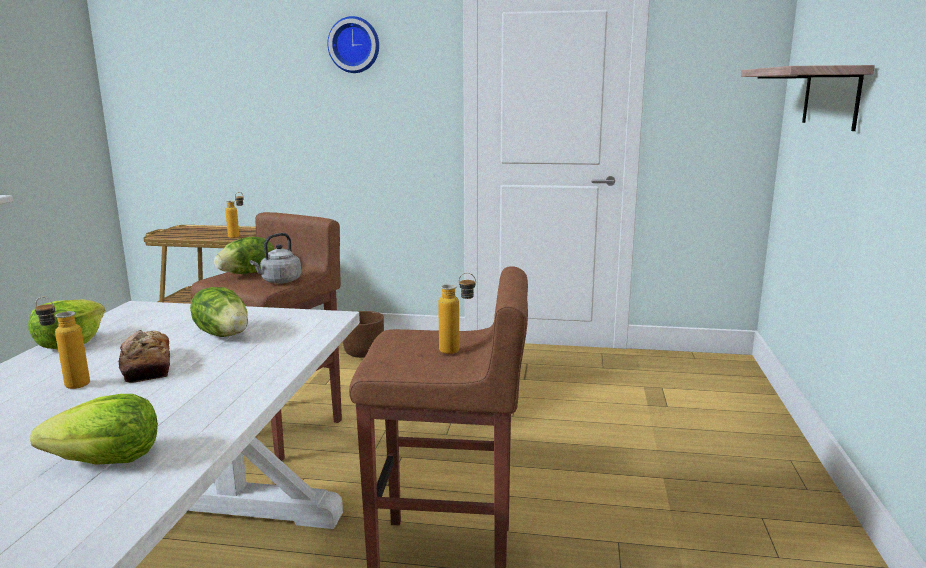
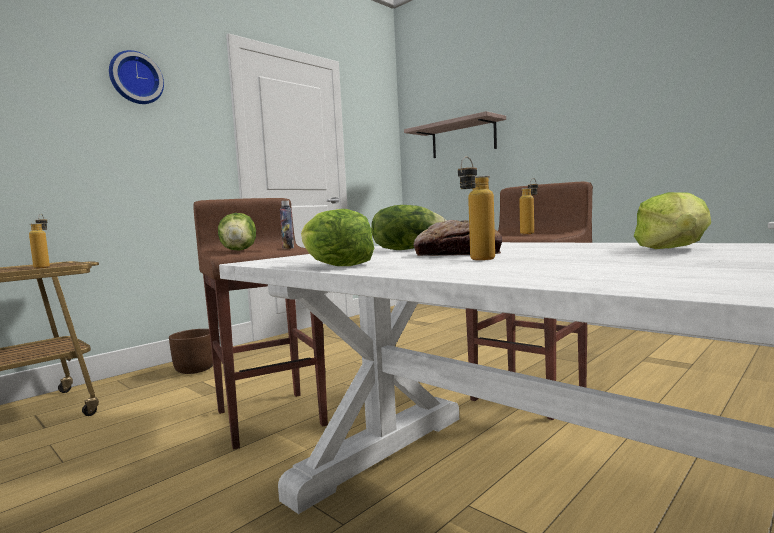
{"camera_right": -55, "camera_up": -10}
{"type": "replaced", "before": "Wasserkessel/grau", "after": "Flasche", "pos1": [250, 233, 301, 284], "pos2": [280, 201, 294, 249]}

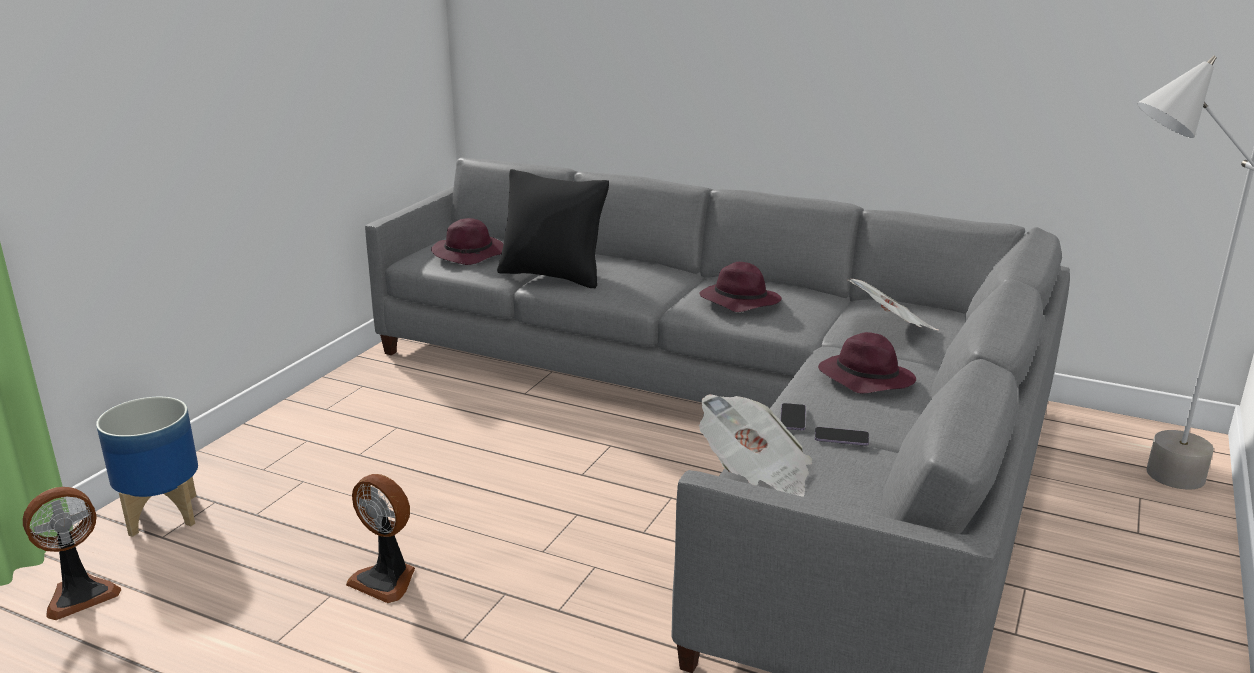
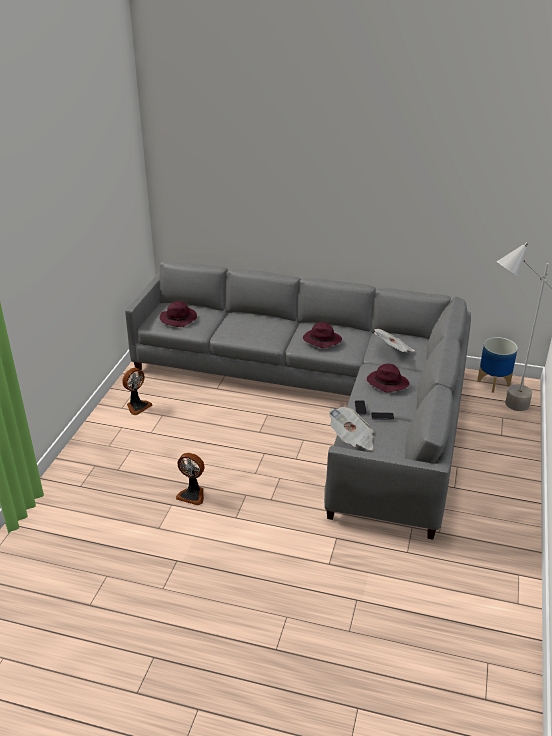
{"camera_right": -10, "camera_up": 10}
{"type": "moved", "before": "Ventilator", "pos1": [23, 487, 121, 620], "pos2": [122, 368, 152, 415]}
{"type": "moved", "before": "Pflanzkübel", "pos1": [96, 397, 198, 537], "pos2": [477, 337, 518, 393]}
{"type": "removed", "before": "Kissen/schwarz", "pos1": [497, 169, 609, 288]}

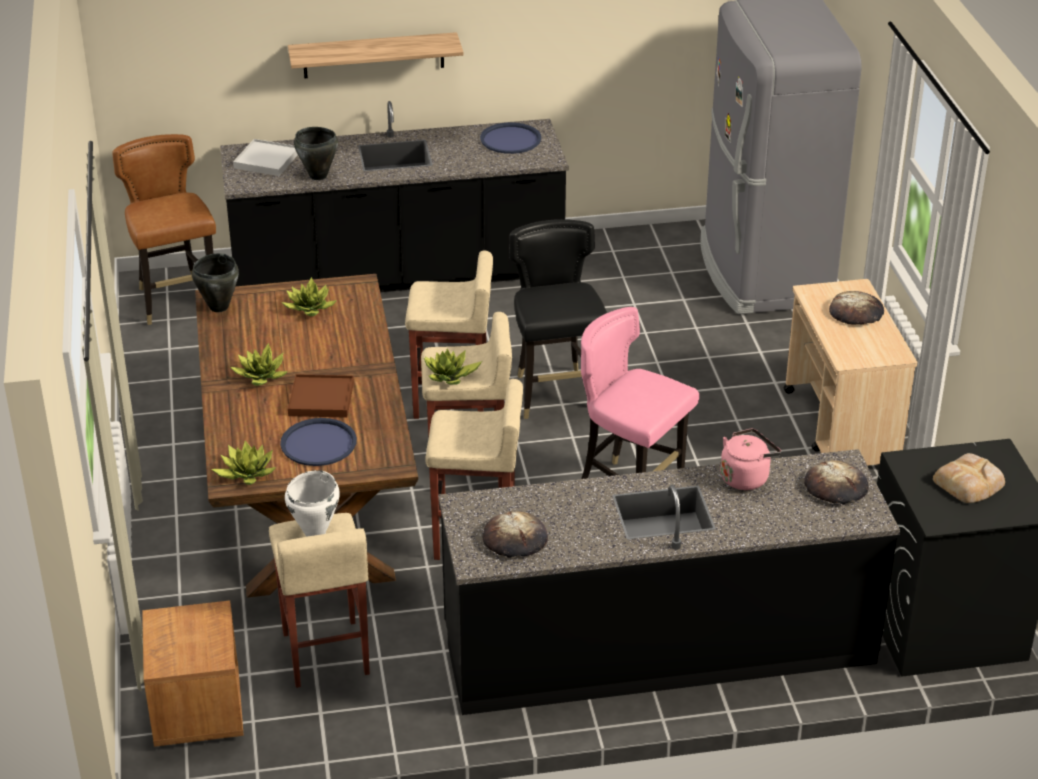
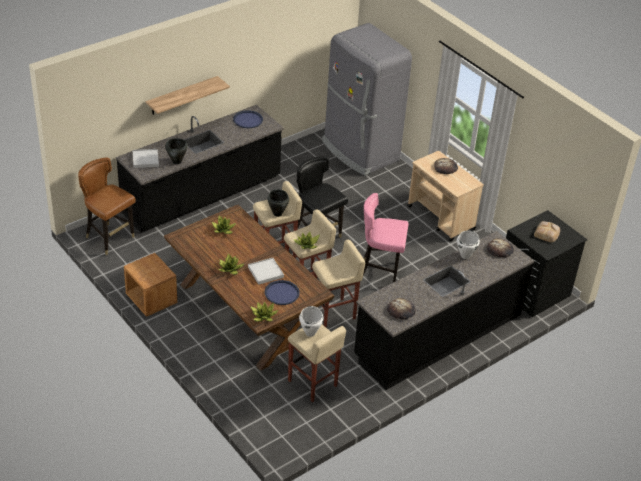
{"camera_right": -30, "camera_up": 5}
{"type": "moved", "before": "Nachttisch/braun", "pos1": [142, 600, 244, 747], "pos2": [124, 253, 177, 317]}
{"type": "recoloured", "before": "Tablett/braun", "after": "Tablett/weiß", "pos1": [288, 374, 354, 418], "pos2": [248, 258, 284, 285]}
{"type": "moved", "before": "Kochtopf/schwarz", "pos1": [192, 253, 239, 312], "pos2": [267, 189, 289, 217]}
{"type": "replaced", "before": "Wasserkessel/rosa", "after": "Kochtopf/weiß", "pos1": [720, 428, 781, 490], "pos2": [457, 230, 480, 259]}

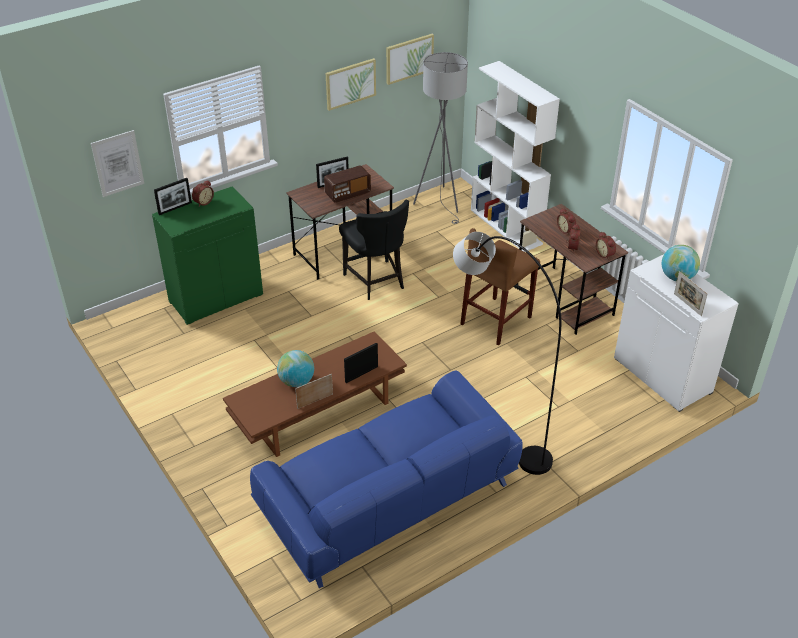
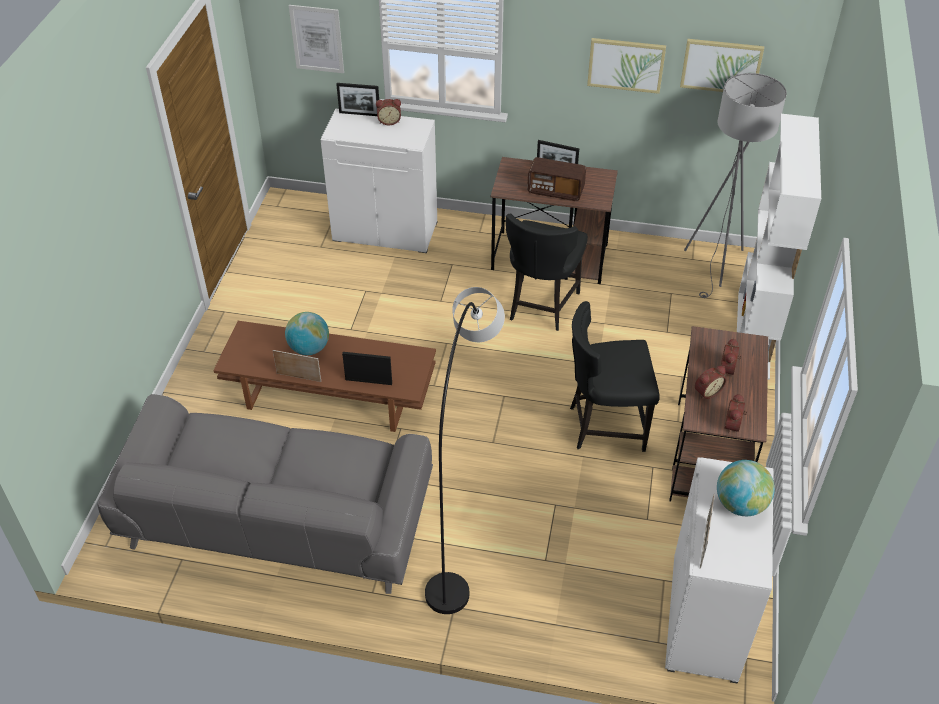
{"camera_right": 45, "camera_up": 5}
{"type": "recoloured", "before": "Sofa/blau", "after": "Sofa/grau", "pos1": [250, 370, 522, 588], "pos2": [97, 394, 433, 594]}
{"type": "recoloured", "before": "Schrank/grün", "after": "Schrank/weiß", "pos1": [152, 186, 263, 325], "pos2": [321, 109, 437, 253]}
{"type": "replaced", "before": "Hocker/braun", "after": "Stuhl/schwarz", "pos1": [461, 228, 540, 345], "pos2": [570, 301, 660, 452]}

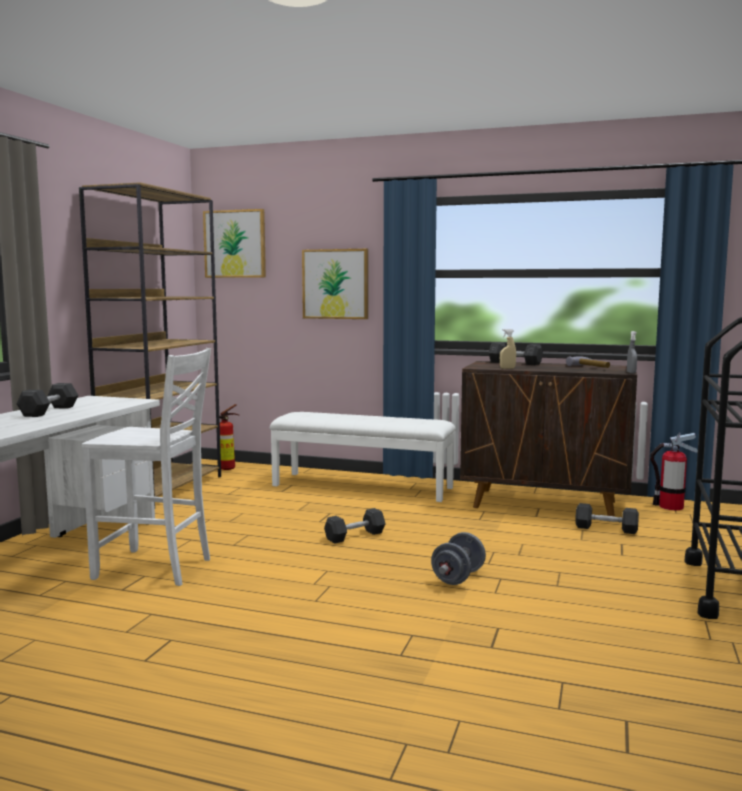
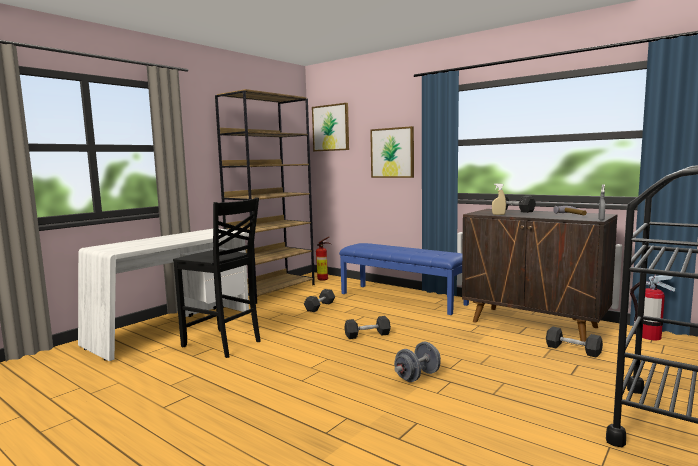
{"camera_right": 20, "camera_up": 0}
{"type": "recoloured", "before": "Stuhl/weiß", "after": "Stuhl/schwarz", "pos1": [82, 348, 211, 586], "pos2": [173, 197, 261, 358]}
{"type": "moved", "before": "Hantel/grau", "pos1": [16, 383, 78, 417], "pos2": [304, 289, 335, 312]}
{"type": "recoloured", "before": "Bank/weiß", "after": "Bank/blau", "pos1": [270, 412, 456, 502], "pos2": [339, 243, 469, 315]}

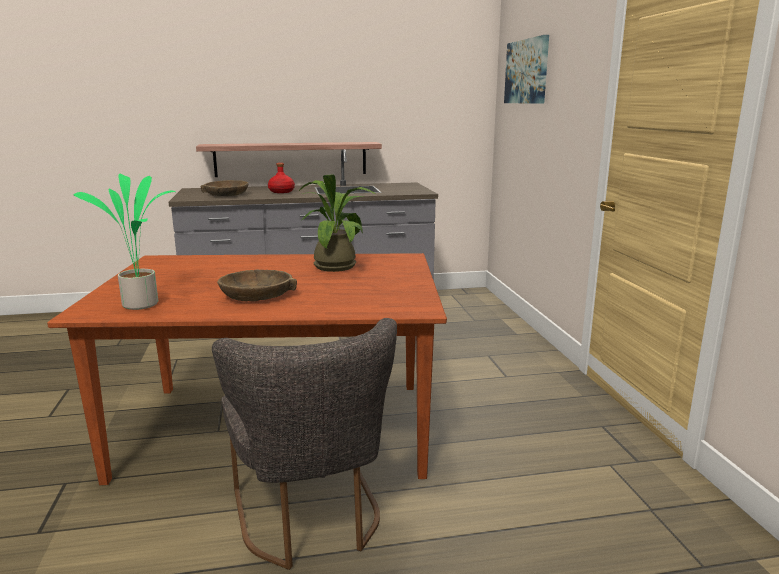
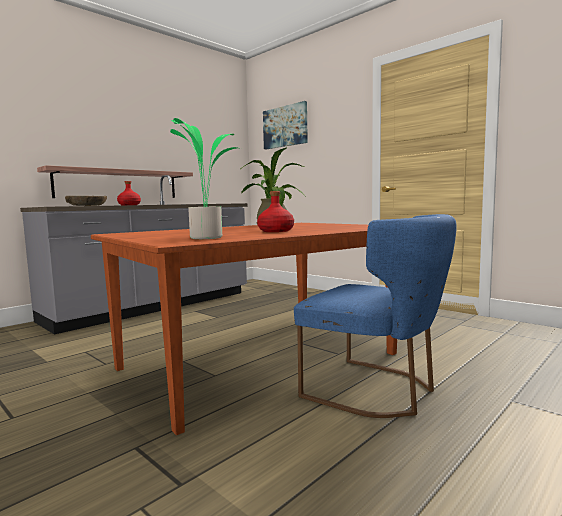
{"camera_right": -35, "camera_up": -10}
{"type": "replaced", "before": "Schüssel/braun", "after": "Flasche/rot", "pos1": [217, 270, 297, 301], "pos2": [257, 191, 294, 232]}
{"type": "recoloured", "before": "Stuhl/grau", "after": "Stuhl/blau", "pos1": [212, 318, 397, 570], "pos2": [294, 214, 457, 418]}

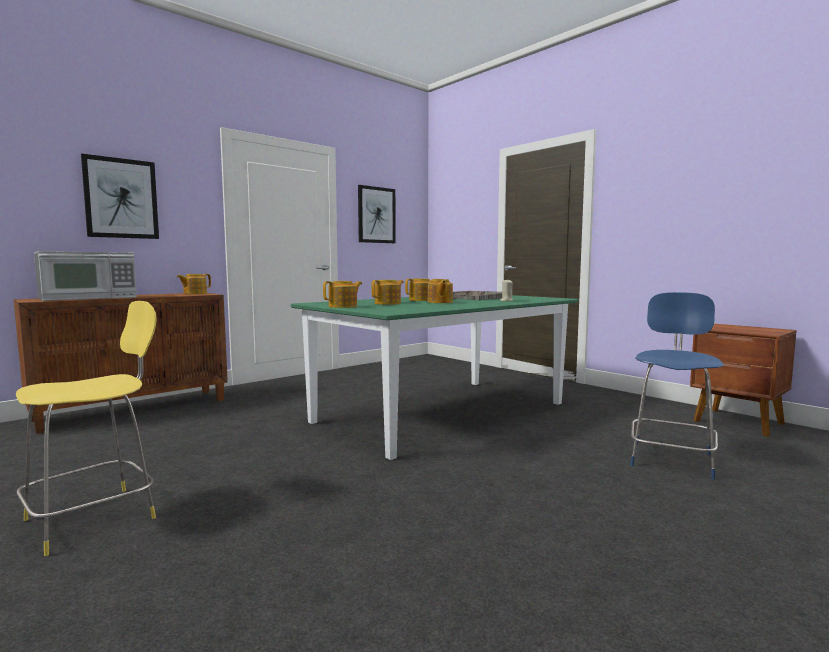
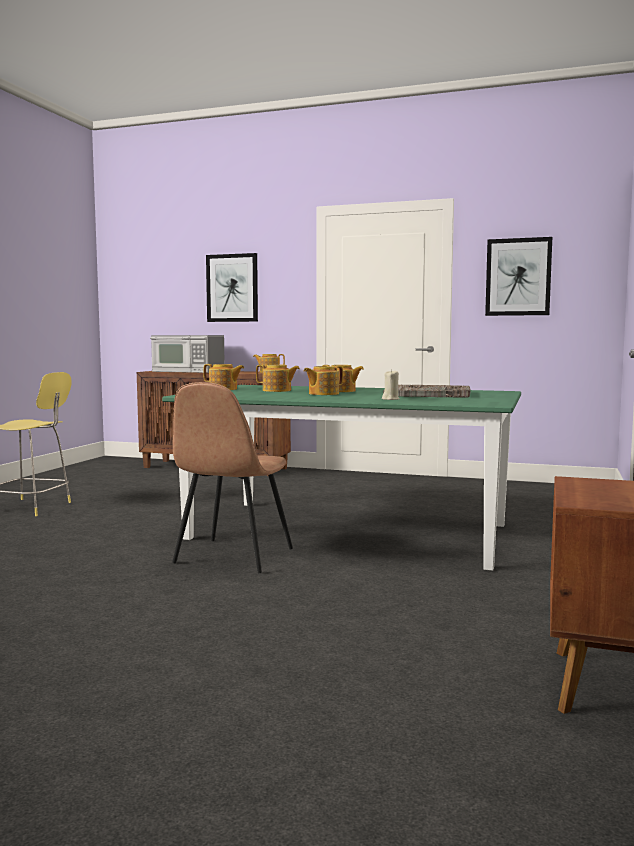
{"camera_right": 60, "camera_up": 0}
{"type": "added", "after": "Stuhl/braun", "pos2": [172, 382, 293, 573]}
{"type": "removed", "before": "Hocker/blau", "pos1": [630, 292, 724, 480]}

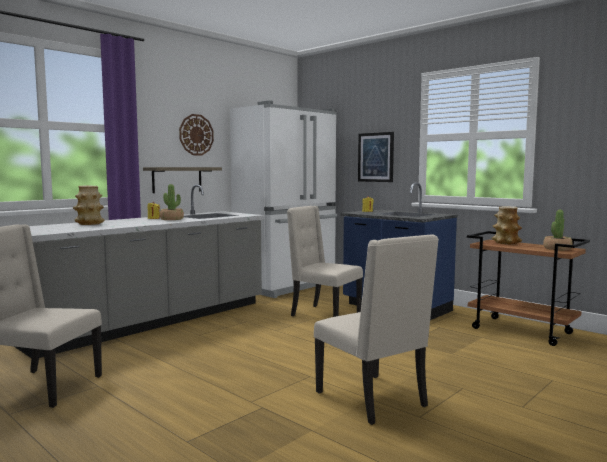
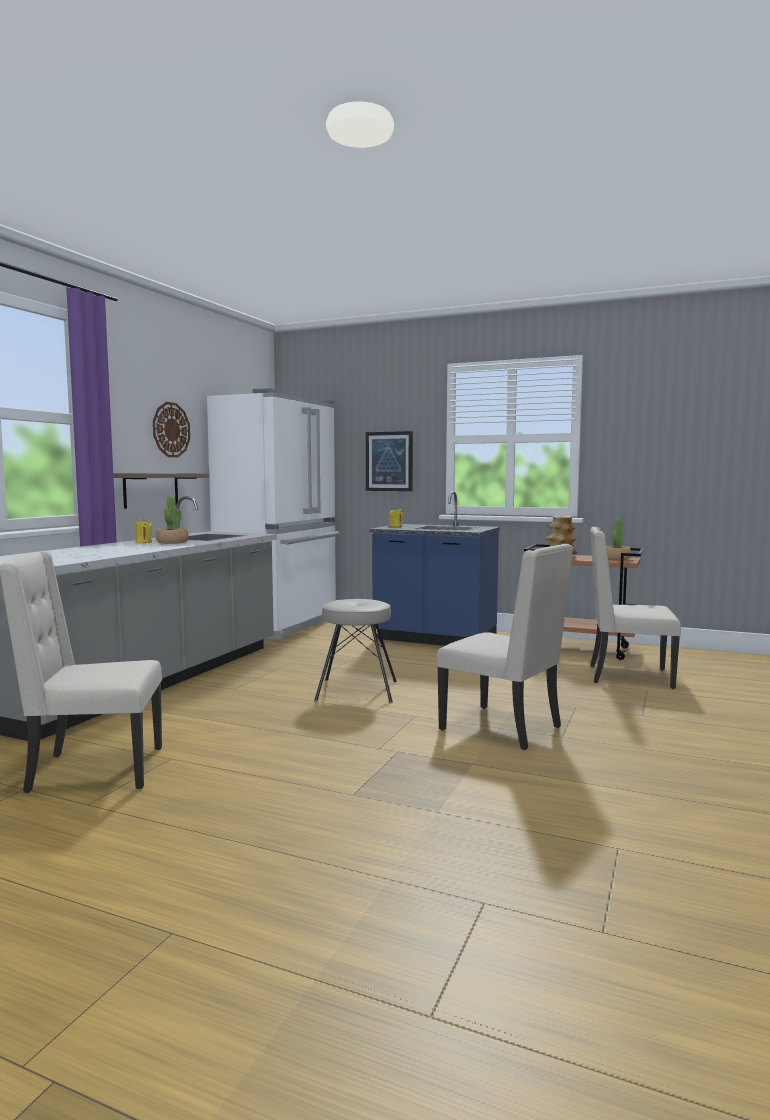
{"camera_right": -20, "camera_up": 0}
{"type": "added", "after": "Hocker/beige", "pos2": [315, 599, 397, 703]}
{"type": "moved", "before": "Stuhl/beige", "pos1": [287, 206, 363, 317], "pos2": [590, 527, 681, 689]}
{"type": "removed", "before": "Vase", "pos1": [73, 186, 105, 225]}

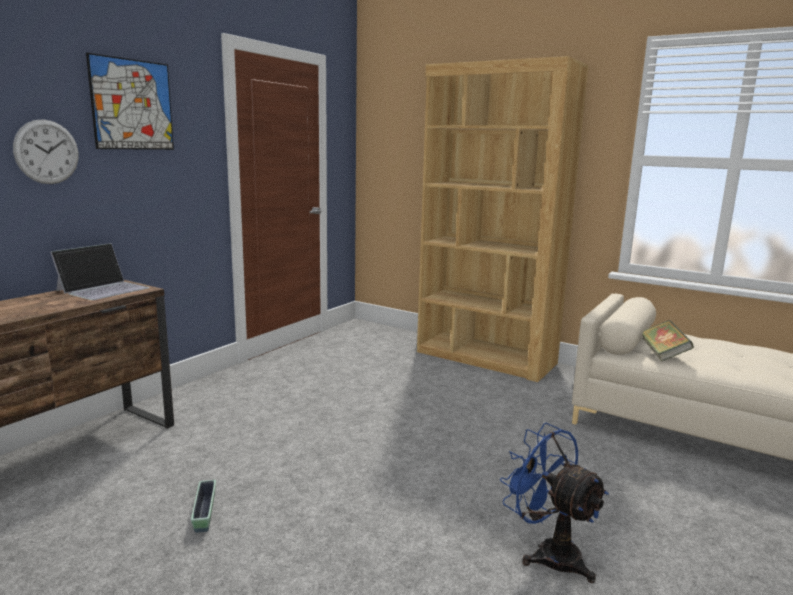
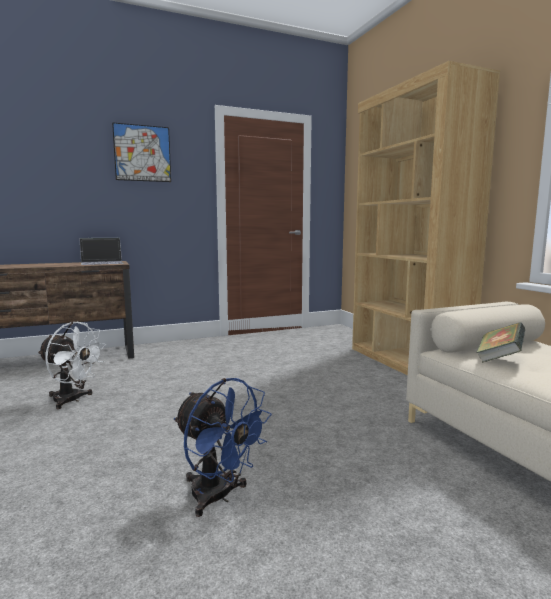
{"camera_right": 35, "camera_up": -5}
{"type": "replaced", "before": "Pflanzkübel", "after": "Ventilator/weiß", "pos1": [191, 480, 216, 533], "pos2": [38, 322, 106, 409]}
{"type": "turned", "before": "Ventilator/blau", "pos1": [500, 423, 609, 583], "pos2": [174, 378, 272, 517], "turn": 135}
{"type": "removed", "before": "Wanduhr", "pos1": [13, 119, 78, 184]}

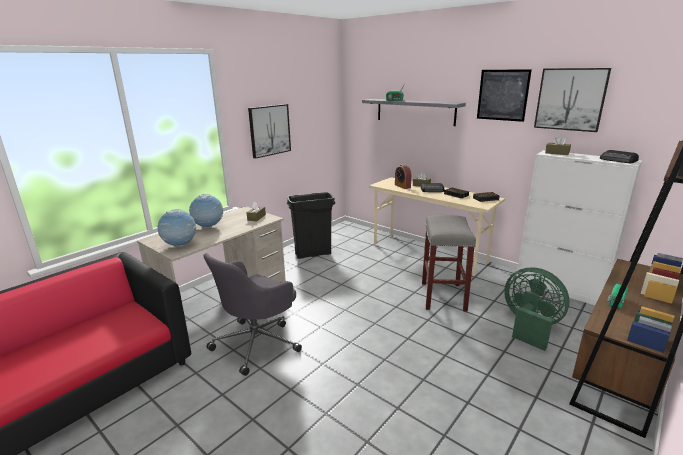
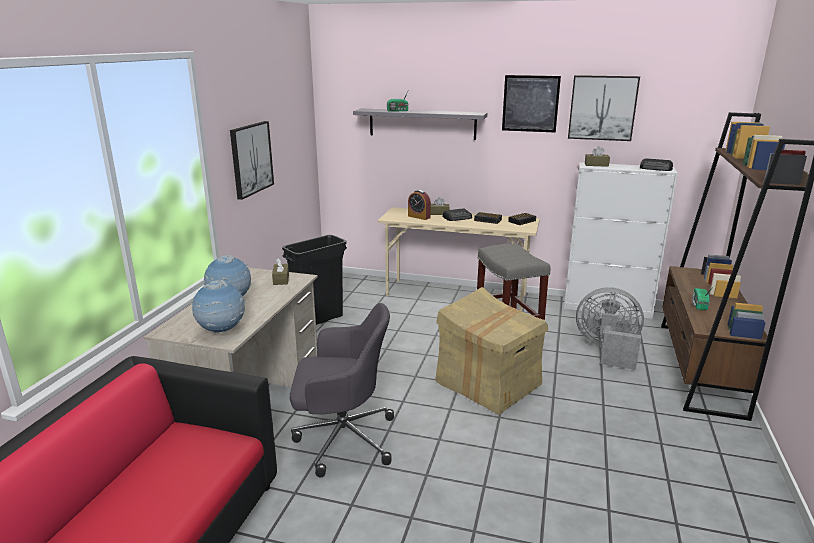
{"camera_right": -25, "camera_up": 0}
{"type": "turned", "before": "Bürostuhl/grau", "pos1": [204, 253, 302, 376], "pos2": [290, 303, 394, 478], "turn": -105}
{"type": "added", "after": "Karton", "pos2": [435, 287, 548, 415]}
{"type": "recoloured", "before": "Ventilator/grün", "after": "Ventilator/grau", "pos1": [504, 267, 569, 351], "pos2": [576, 287, 644, 370]}

